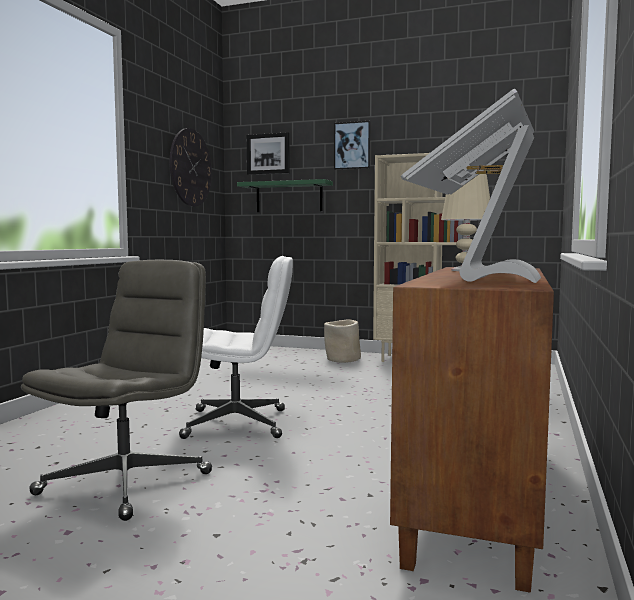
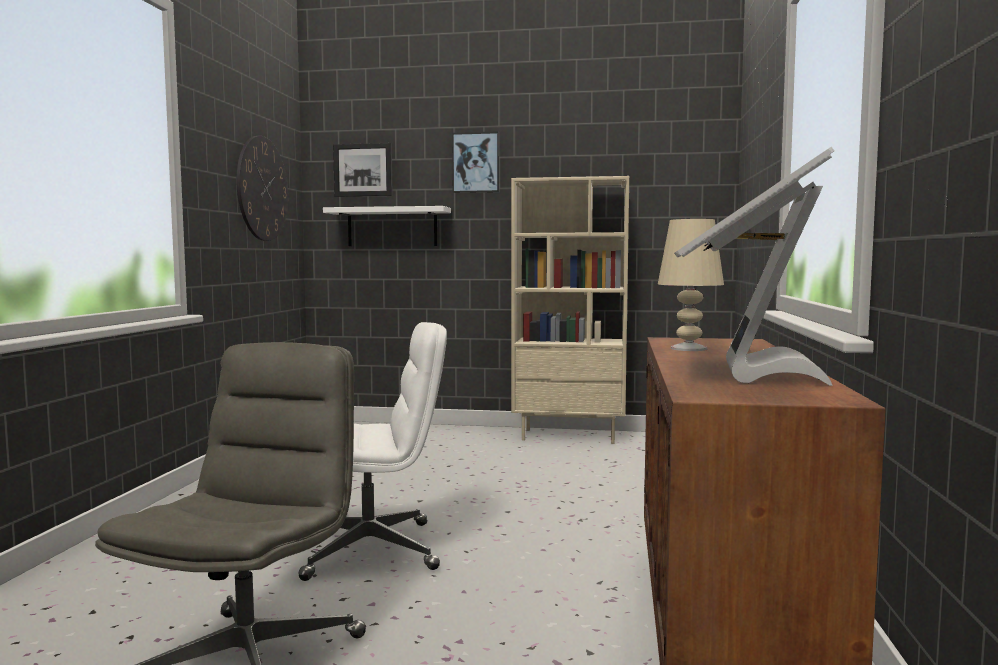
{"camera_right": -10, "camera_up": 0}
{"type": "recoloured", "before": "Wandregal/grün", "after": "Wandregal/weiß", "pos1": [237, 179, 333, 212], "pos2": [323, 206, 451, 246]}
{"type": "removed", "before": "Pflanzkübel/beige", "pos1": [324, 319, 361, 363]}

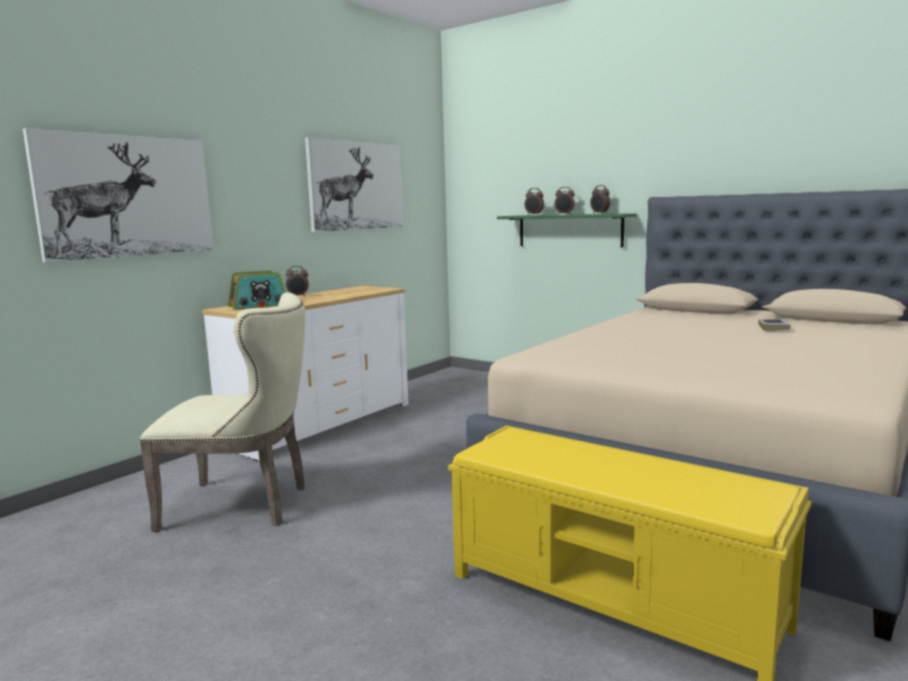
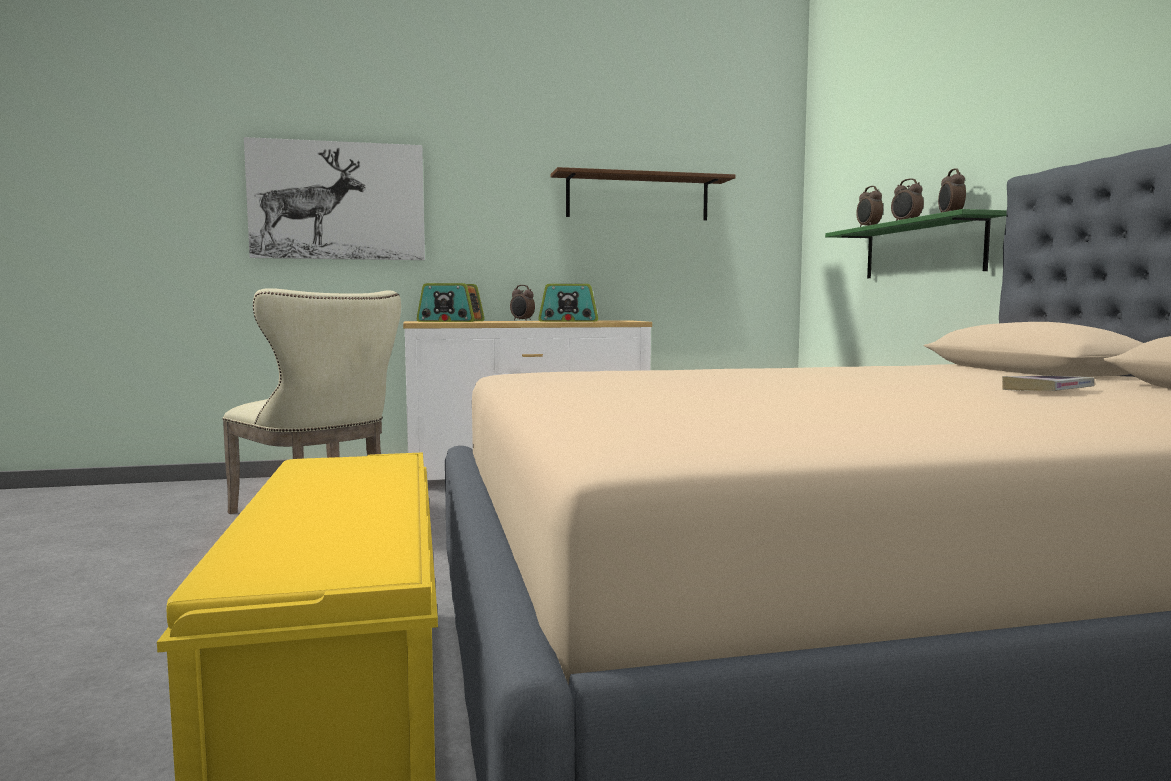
{"camera_right": 40, "camera_up": -5}
{"type": "added", "after": "Radio", "pos2": [538, 284, 598, 322]}
{"type": "replaced", "before": "Bild", "after": "Wandregal/braun", "pos1": [305, 137, 403, 232], "pos2": [551, 167, 736, 221]}

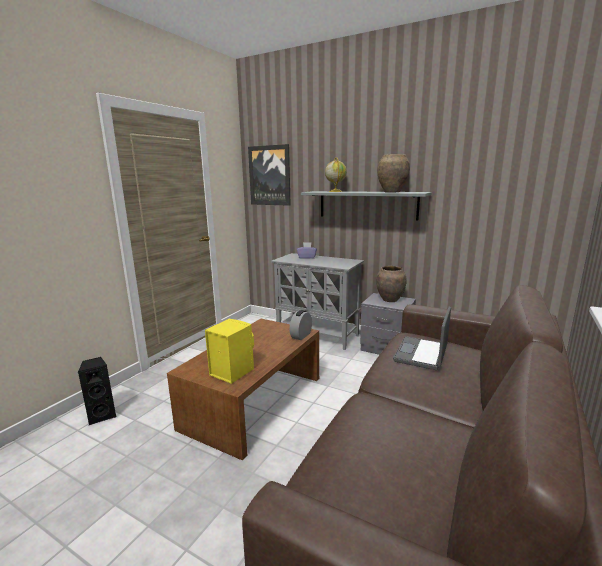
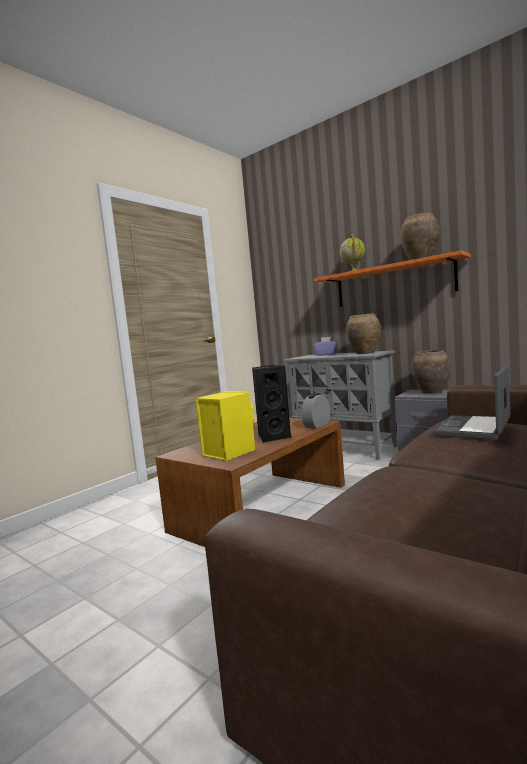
{"camera_right": 10, "camera_up": -10}
{"type": "moved", "before": "Lautsprecher/schwarz", "pos1": [78, 357, 117, 425], "pos2": [252, 365, 291, 443]}
{"type": "recoloured", "before": "Wandregal/grau", "after": "Wandregal/orange", "pos1": [301, 191, 432, 221], "pos2": [314, 250, 471, 307]}
{"type": "added", "after": "Vase/braun", "pos2": [346, 313, 381, 354]}
{"type": "removed", "before": "Bild", "pos1": [248, 144, 291, 206]}

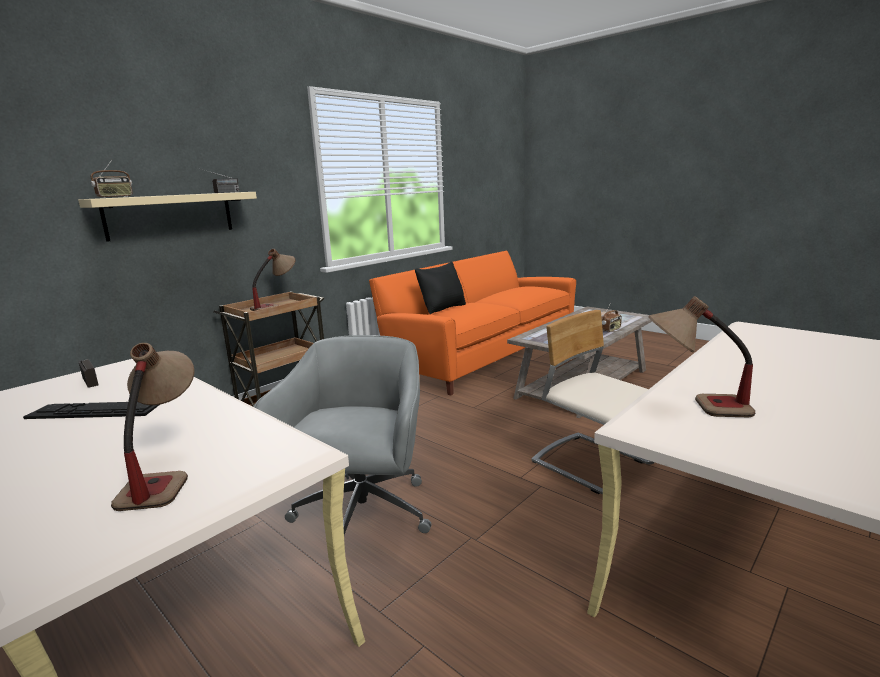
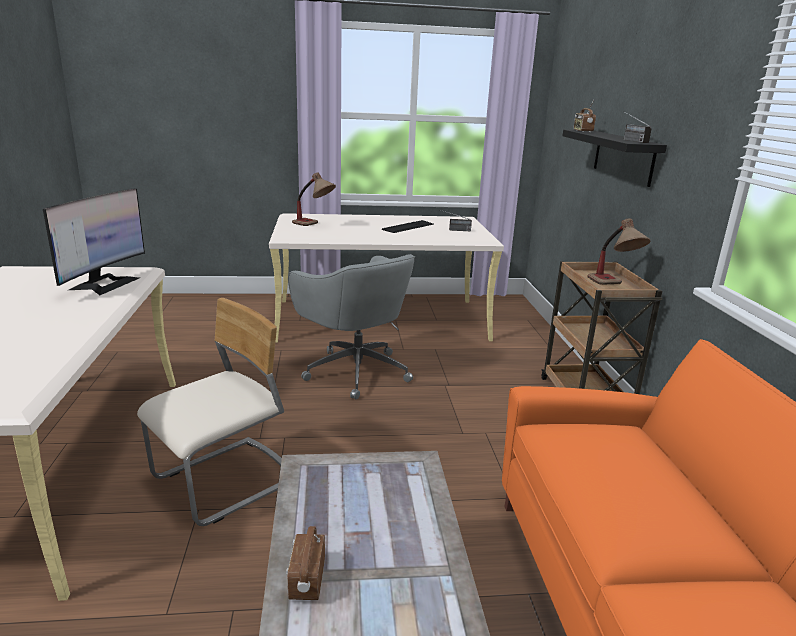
{"camera_right": 130, "camera_up": 5}
{"type": "replaced", "before": "Tischlampe", "after": "Monitor", "pos1": [648, 296, 755, 417], "pos2": [43, 188, 145, 295]}
{"type": "turned", "before": "Stuhl/beige", "pos1": [531, 310, 655, 494], "pos2": [137, 298, 284, 526], "turn": -45}
{"type": "recoloured", "before": "Wandregal/beige", "after": "Wandregal/schwarz", "pos1": [78, 192, 257, 242], "pos2": [562, 130, 667, 187]}
{"type": "removed", "before": "Kissen/schwarz", "pos1": [415, 261, 466, 314]}

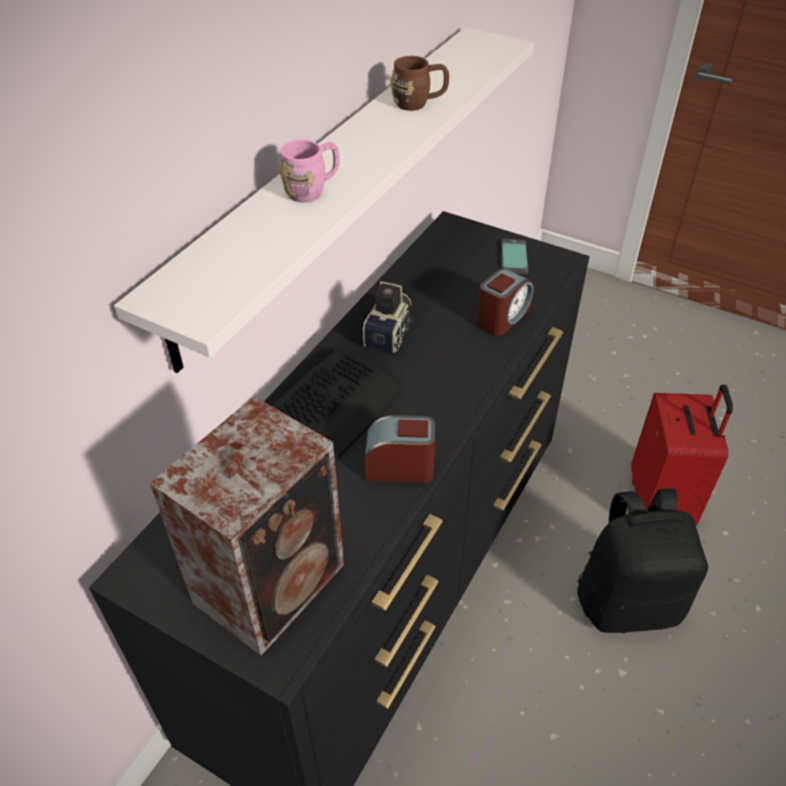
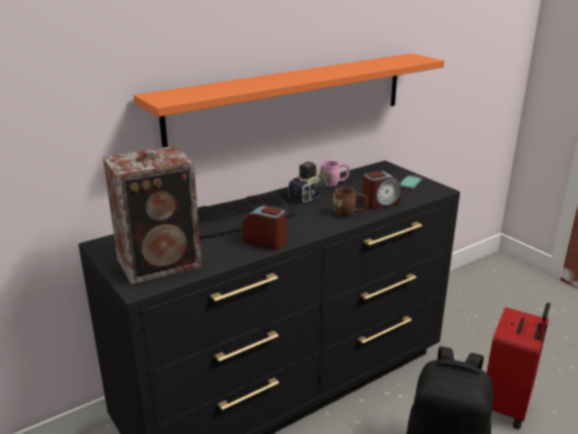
{"camera_right": 25, "camera_up": -20}
{"type": "recoloured", "before": "Wandregal/weiß", "after": "Wandregal/orange", "pos1": [114, 27, 534, 373], "pos2": [134, 53, 444, 148]}
{"type": "moved", "before": "Henkelbecher/rosa", "pos1": [279, 140, 340, 203], "pos2": [320, 160, 350, 187]}
{"type": "moved", "before": "Henkelbecher/braun", "pos1": [391, 56, 449, 111], "pos2": [333, 187, 368, 217]}

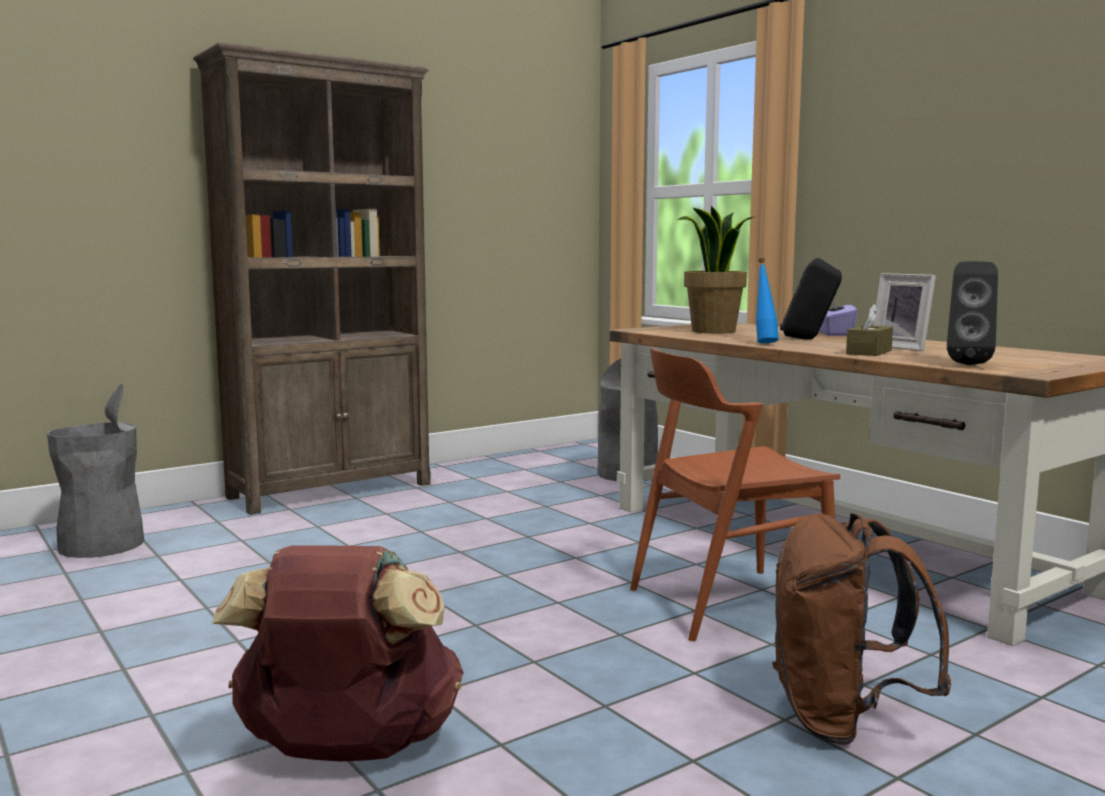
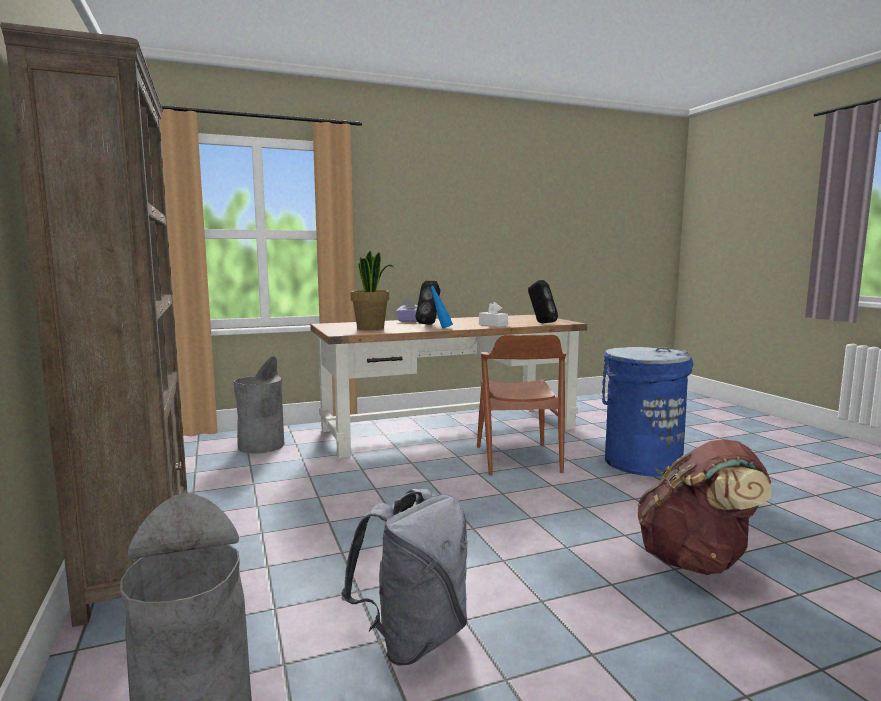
{"camera_right": -75, "camera_up": 0}
{"type": "added", "after": "Rucksack/grau", "pos2": [341, 489, 468, 666]}
{"type": "recoloured", "before": "Taschentuchbox/braun", "after": "Taschentuchbox/weiß", "pos1": [846, 304, 893, 356], "pos2": [479, 302, 508, 327]}
{"type": "replaced", "before": "Rucksack/braun", "after": "Mülleimer/blau", "pos1": [772, 513, 952, 745], "pos2": [602, 347, 693, 476]}
{"type": "removed", "before": "Bilderrahmen", "pos1": [873, 273, 936, 351]}

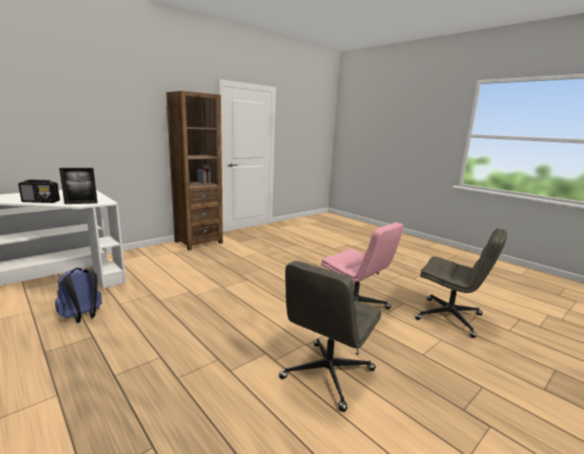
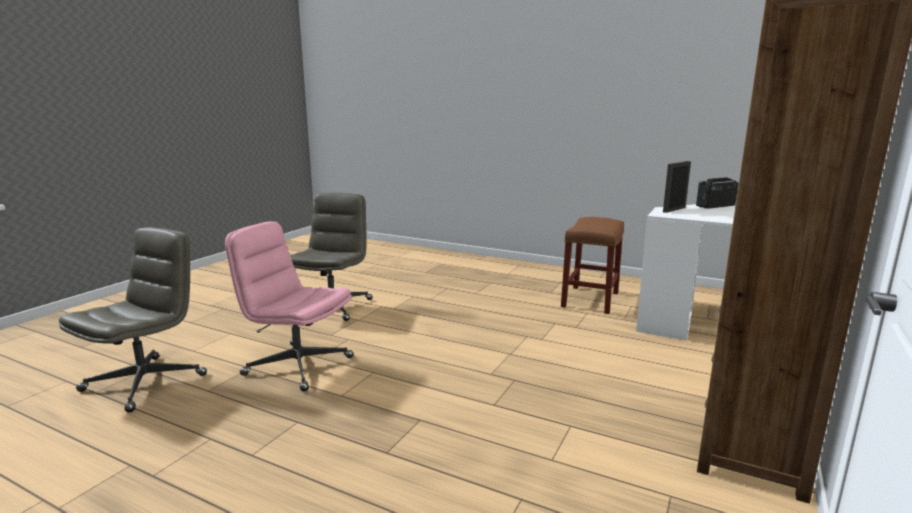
{"camera_right": 160, "camera_up": 0}
{"type": "turned", "before": "Bürostuhl/grau", "pos1": [415, 228, 507, 338], "pos2": [59, 227, 207, 413], "turn": 105}
{"type": "replaced", "before": "Rucksack/blau", "after": "Hocker/braun", "pos1": [55, 268, 102, 323], "pos2": [561, 217, 624, 314]}

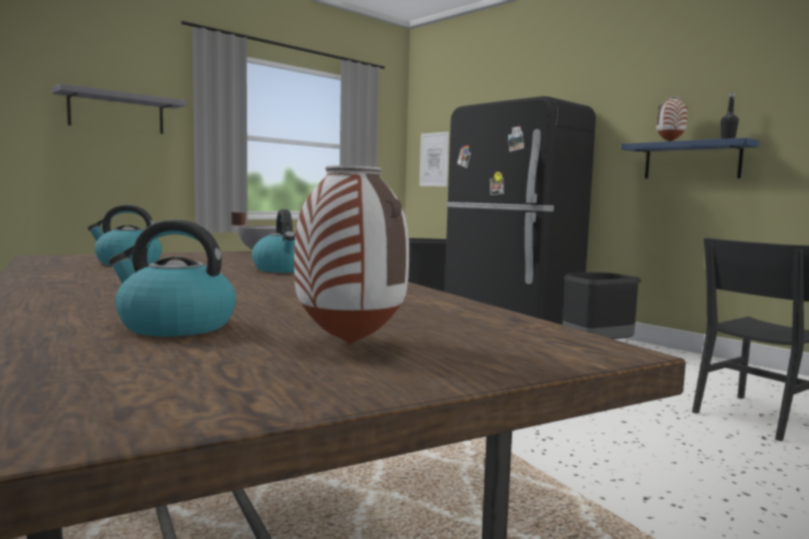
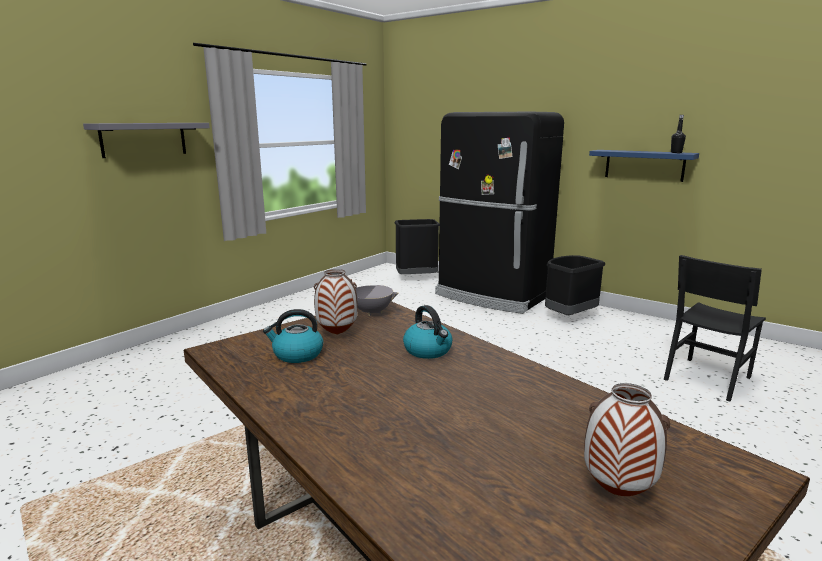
{"camera_right": -10, "camera_up": 10}
{"type": "moved", "before": "Vase", "pos1": [656, 97, 687, 141], "pos2": [314, 269, 358, 335]}
{"type": "removed", "before": "Wasserkessel", "pos1": [108, 220, 236, 337]}
{"type": "removed", "before": "Bild", "pos1": [419, 131, 449, 187]}

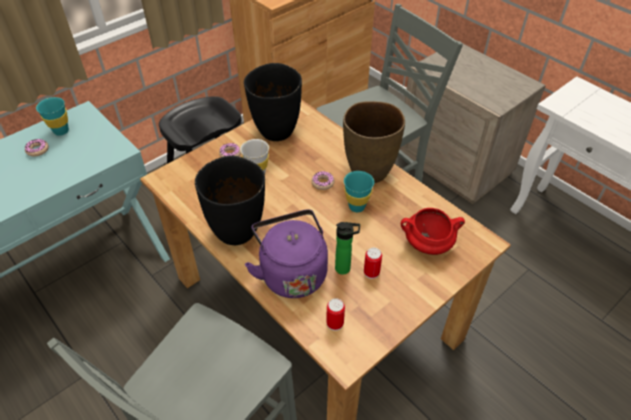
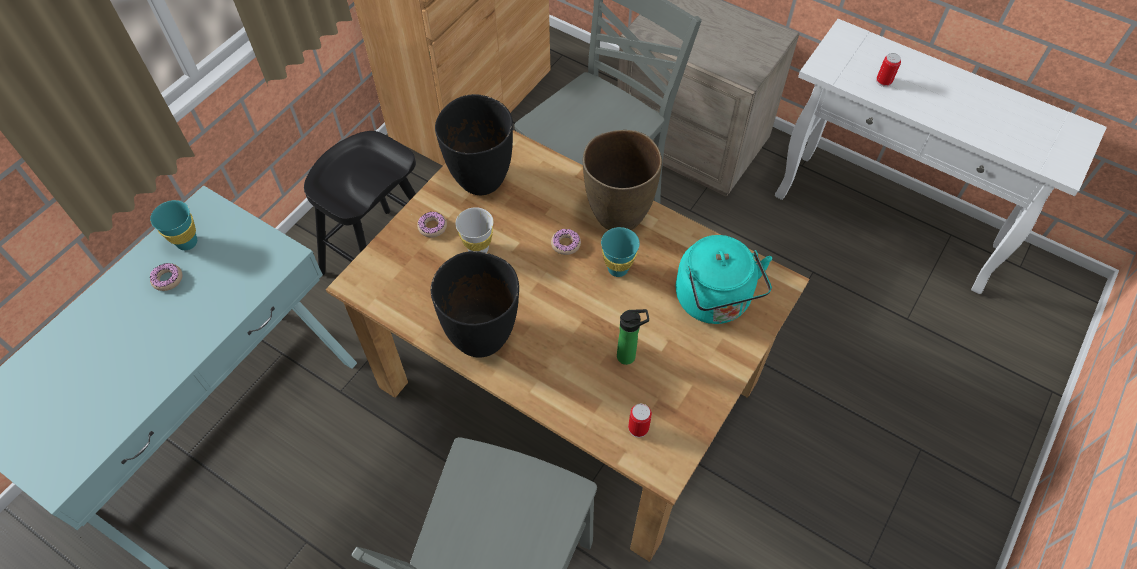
{"camera_right": -15, "camera_up": 10}
{"type": "replaced", "before": "Kochtopf/rot", "after": "Wasserkessel/türkis", "pos1": [401, 208, 465, 255], "pos2": [676, 235, 772, 324]}
{"type": "moved", "before": "Dose", "pos1": [364, 248, 382, 279], "pos2": [876, 53, 901, 87]}
{"type": "removed", "before": "Wasserkessel/lila", "pos1": [245, 209, 328, 298]}

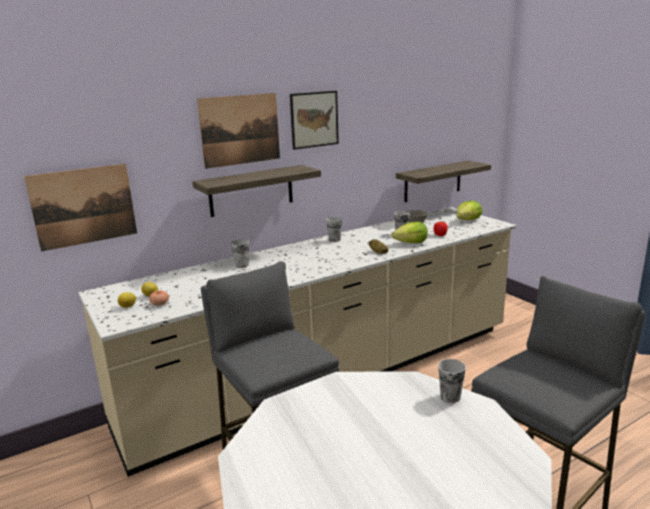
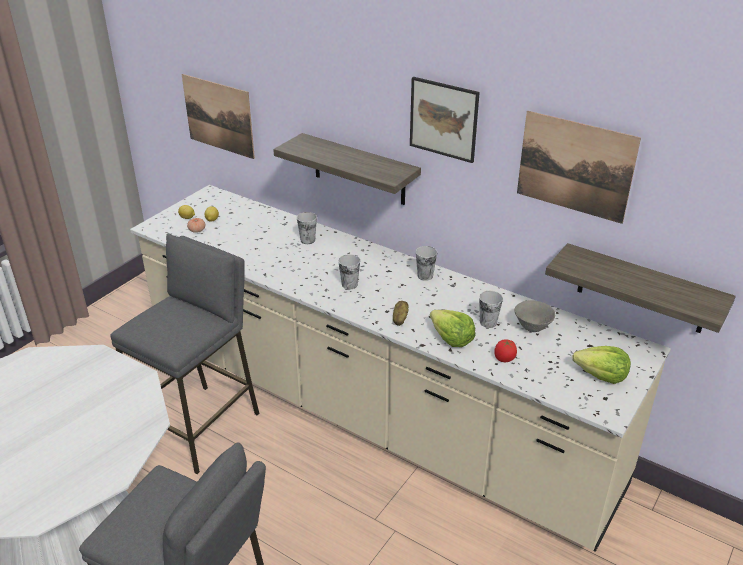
{"camera_right": 65, "camera_up": 15}
{"type": "moved", "before": "Tasse", "pos1": [438, 359, 466, 403], "pos2": [338, 254, 360, 290]}
{"type": "moved", "before": "Bild", "pos1": [197, 93, 280, 169], "pos2": [517, 111, 641, 224]}

